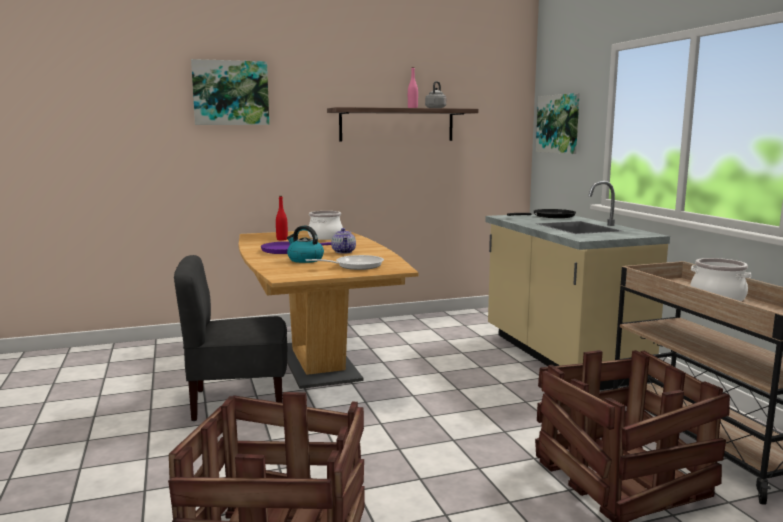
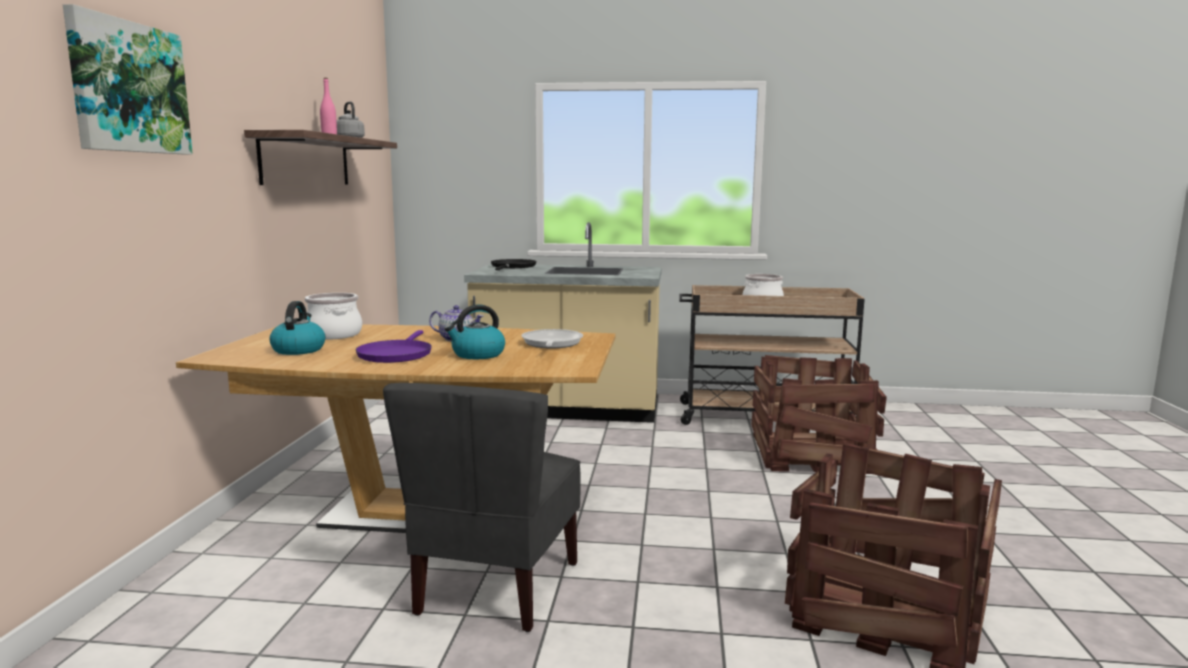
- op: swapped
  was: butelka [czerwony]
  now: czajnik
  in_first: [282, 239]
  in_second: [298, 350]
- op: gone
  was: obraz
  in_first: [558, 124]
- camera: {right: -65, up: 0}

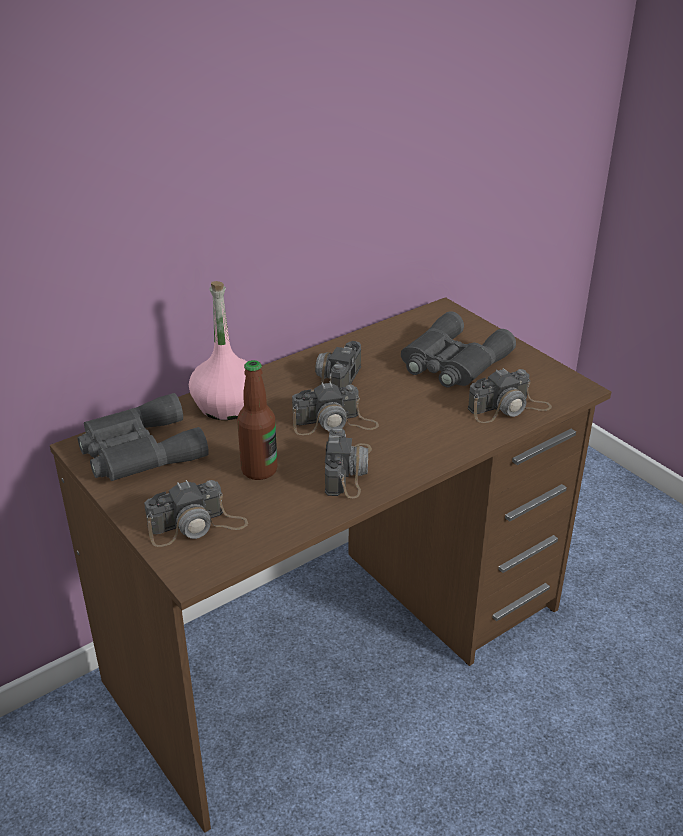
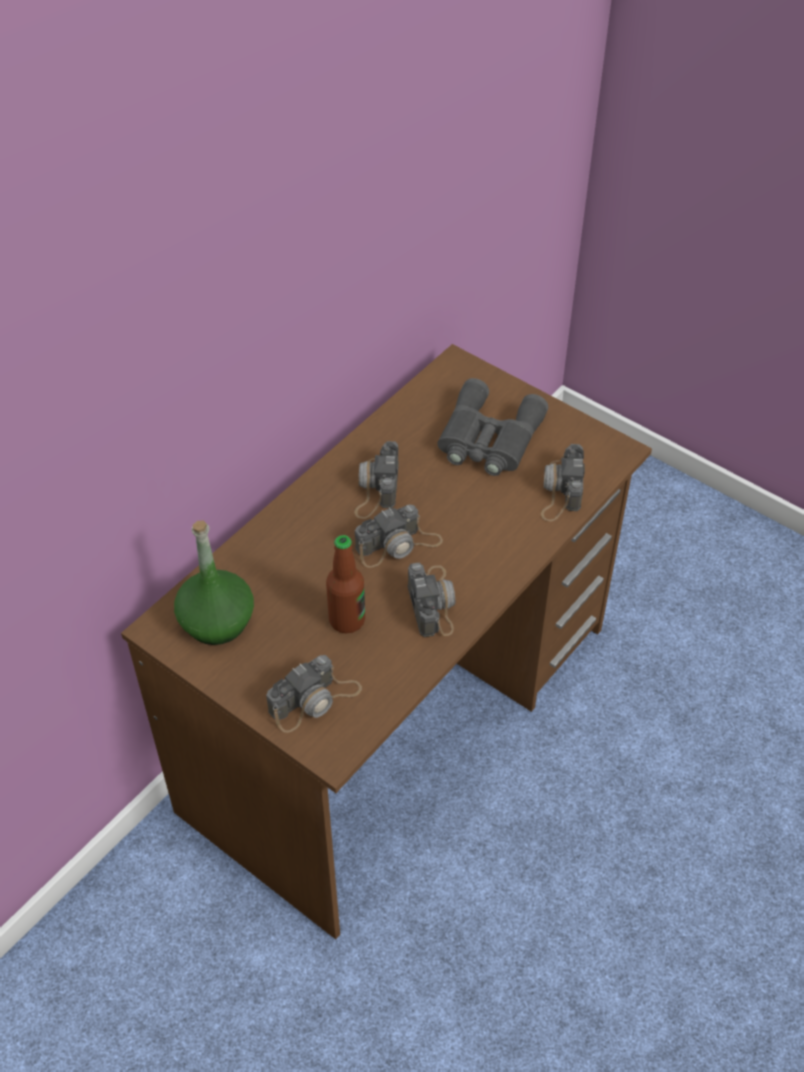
- op: swapped
  was: lornetka [szary]
  now: butelka [zielony]
  in_first: [138, 451]
  in_second: [216, 621]
- op: rotated
  was: aparat fotograficzny
  in_first: [509, 408]
  in_second: [561, 490]
  clockwise: 135
- op: gone
  was: butelka [różowy]
  in_first: [227, 405]
- camera: {right: -15, up: 15}

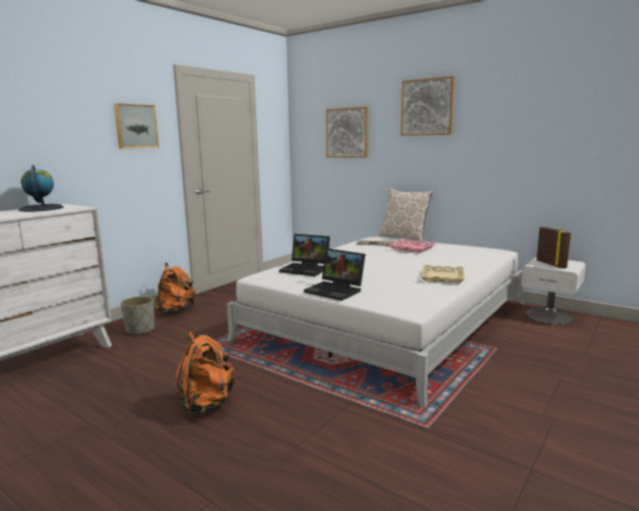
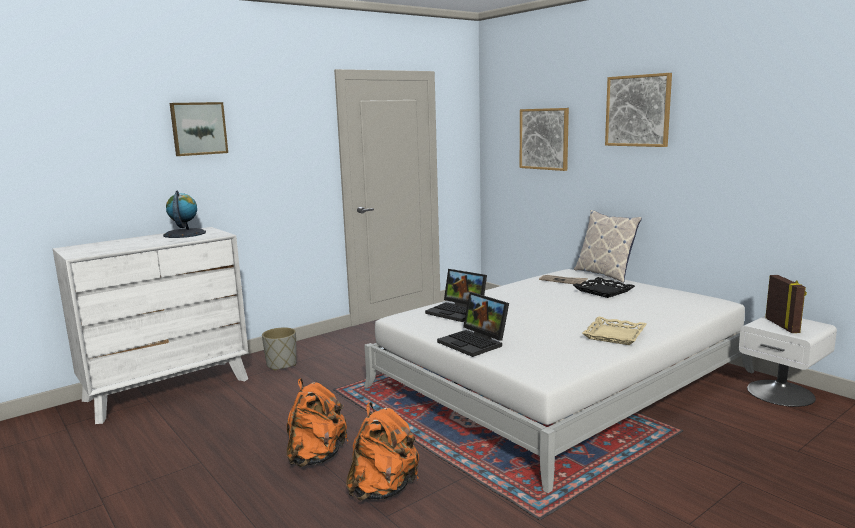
- op: shifted
  was: obraz
  in_first: [135, 126]
  in_second: [198, 128]
- op: shifted
  was: plecak [pomarańczowy]
  in_first: [176, 311]
  in_second: [383, 489]
- op: repainted
  was: taca [różowy]
  now: taca [czarny]
  in_first: [412, 248]
  in_second: [603, 291]
- camera: {right: 15, up: 0}

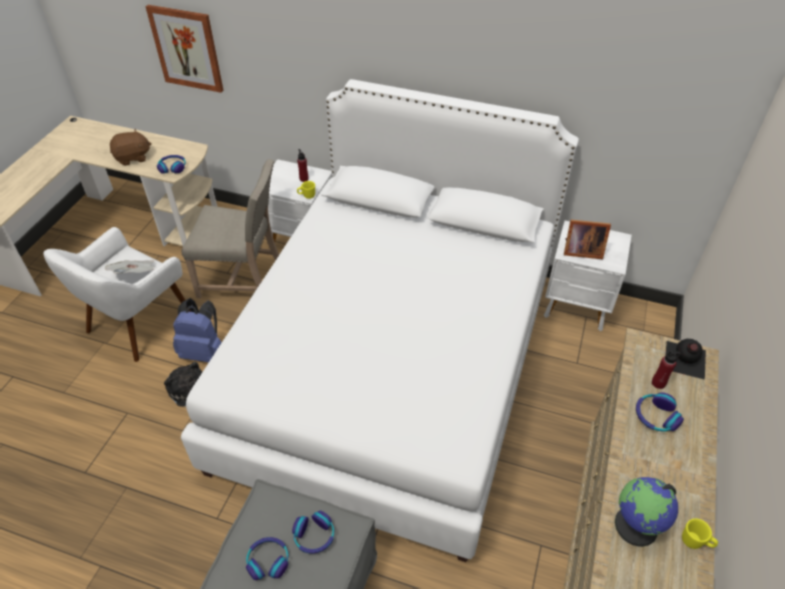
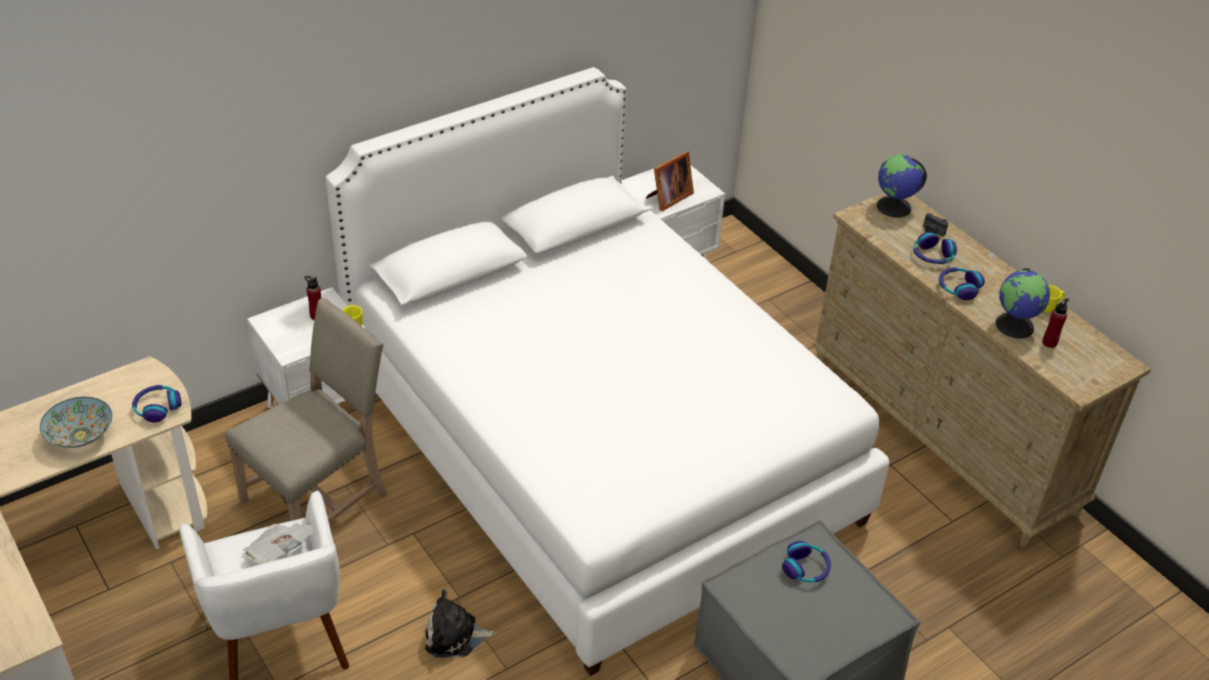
- op: swapped
  was: pluszak [brązowy]
  now: miska
  in_first: [133, 158]
  in_second: [80, 436]
- op: swapped
  was: butelka [czarny]
  now: globus
  in_first: [684, 360]
  in_second: [894, 207]
- op: new
  now: aparat fotograficzny
  in_second: [932, 232]
- op: shifted
  was: słuchawki
  in_first: [268, 561]
  in_second: [958, 288]
- op: shifted
  was: butelka [czerwony]
  in_first: [658, 383]
  in_second: [1049, 342]
- op: gone
  was: obraz
  in_first: [187, 48]
- op: gone
  was: plecak [niebieski]
  in_first: [204, 351]
- camera: {right: -55, up: -5}

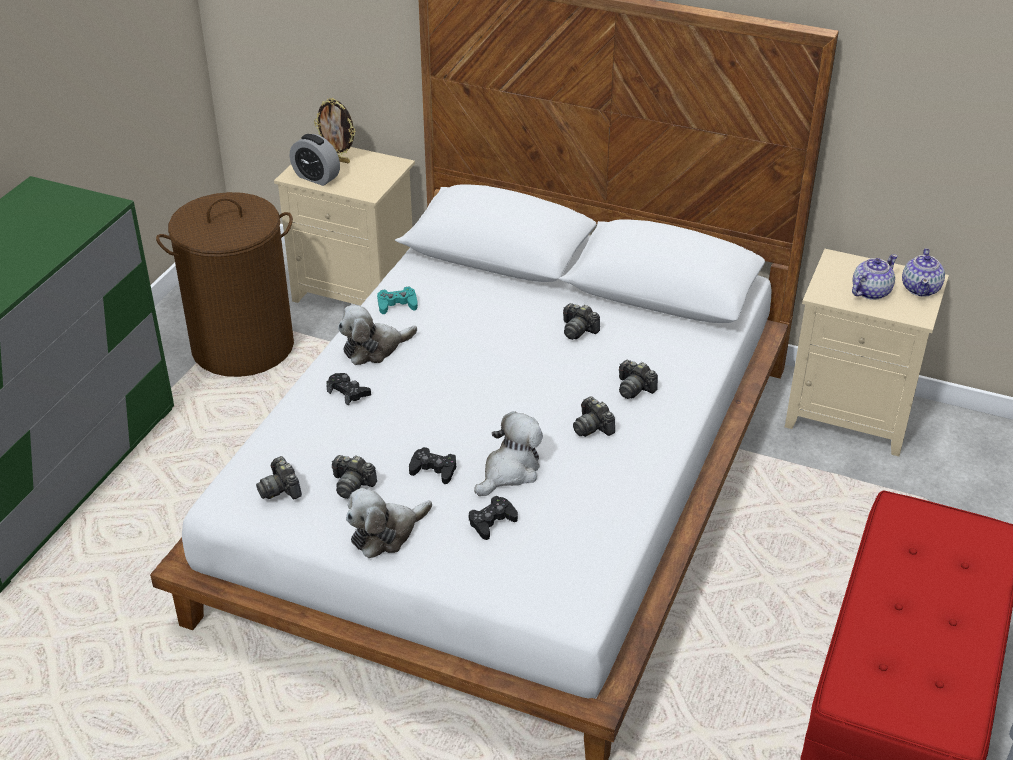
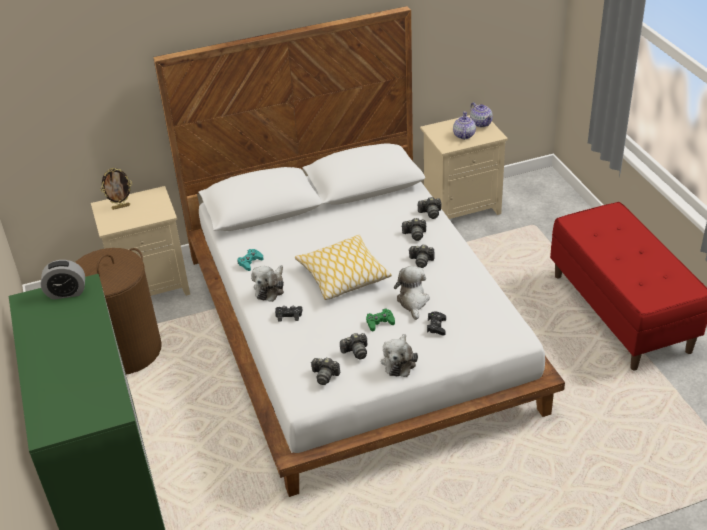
- op: shifted
  was: budzik
  in_first: [316, 177]
  in_second: [66, 293]
- op: new
  now: poduszka
  in_second: [343, 276]
- op: repainted
  was: pad do gier [czarny]
  now: pad do gier [zielony]
  in_first: [433, 470]
  in_second: [380, 322]
- op: shifted
  was: aparat fotograficzny
  in_first: [578, 330]
  in_second: [430, 213]
- camera: {right: -40, up: 0}

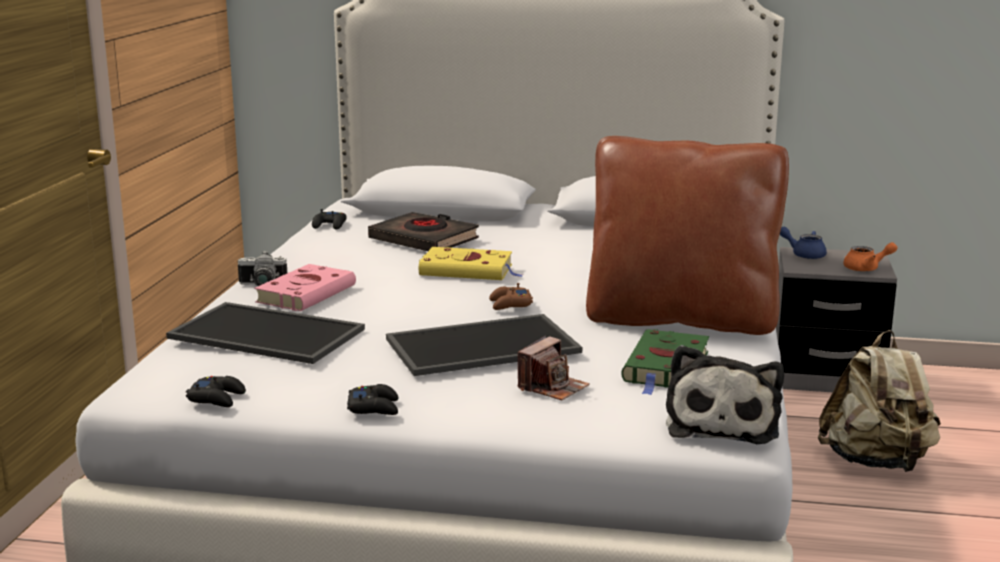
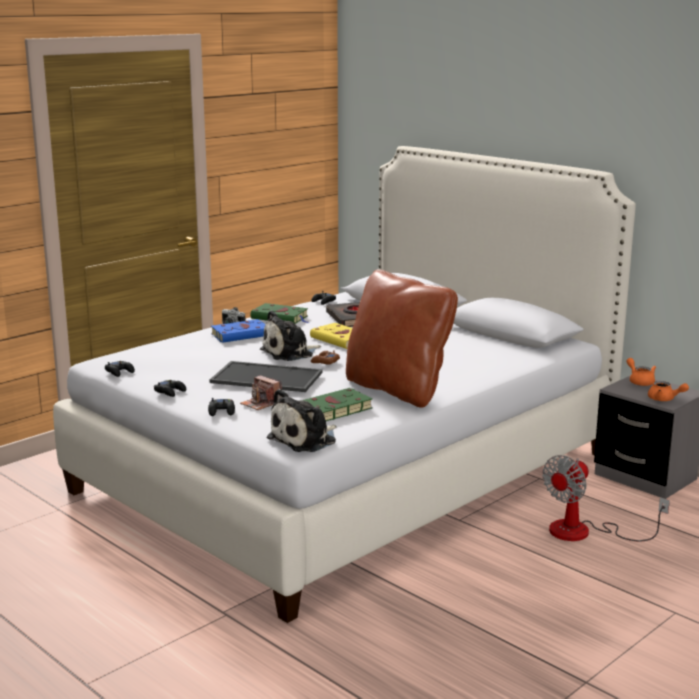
- op: new
  now: pad do gier [czarny]
  in_second: [222, 411]
- op: repainted
  was: książka [różowy]
  now: książka [niebieski]
  in_first: [307, 293]
  in_second: [242, 335]
- op: rotated
  was: aparat fotograficzny
  in_first: [552, 387]
  in_second: [261, 404]
  clockwise: 60
- op: new
  now: książka [zielony]
  in_second: [281, 318]
- op: new
  now: pluszak
  in_second: [290, 353]
- op: swapped
  was: plecak [beżowy]
  now: wentylator
  in_first: [876, 462]
  in_second: [584, 532]
- op: repainted
  was: imbryk [niebieski]
  now: imbryk [pomarańczowy]
  in_first: [804, 254]
  in_second: [640, 381]
- op: gone
  was: taca
  in_first: [269, 333]
- camera: {right: 35, up: 0}

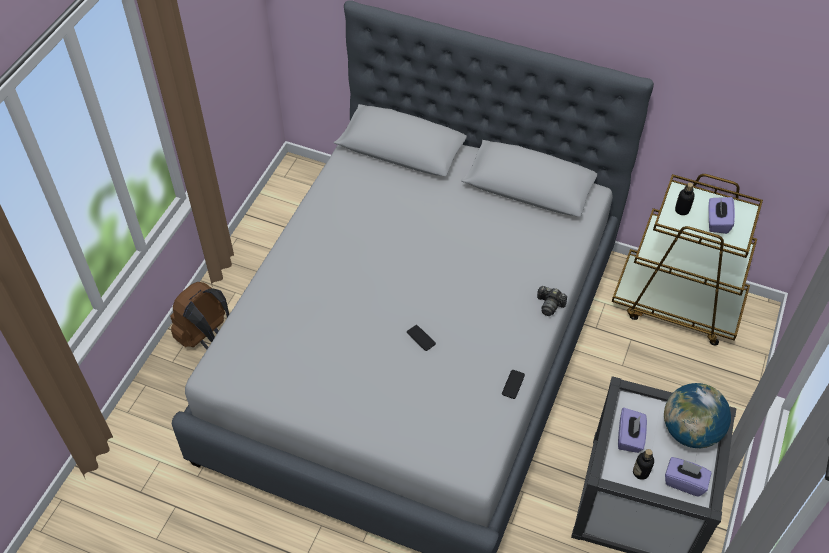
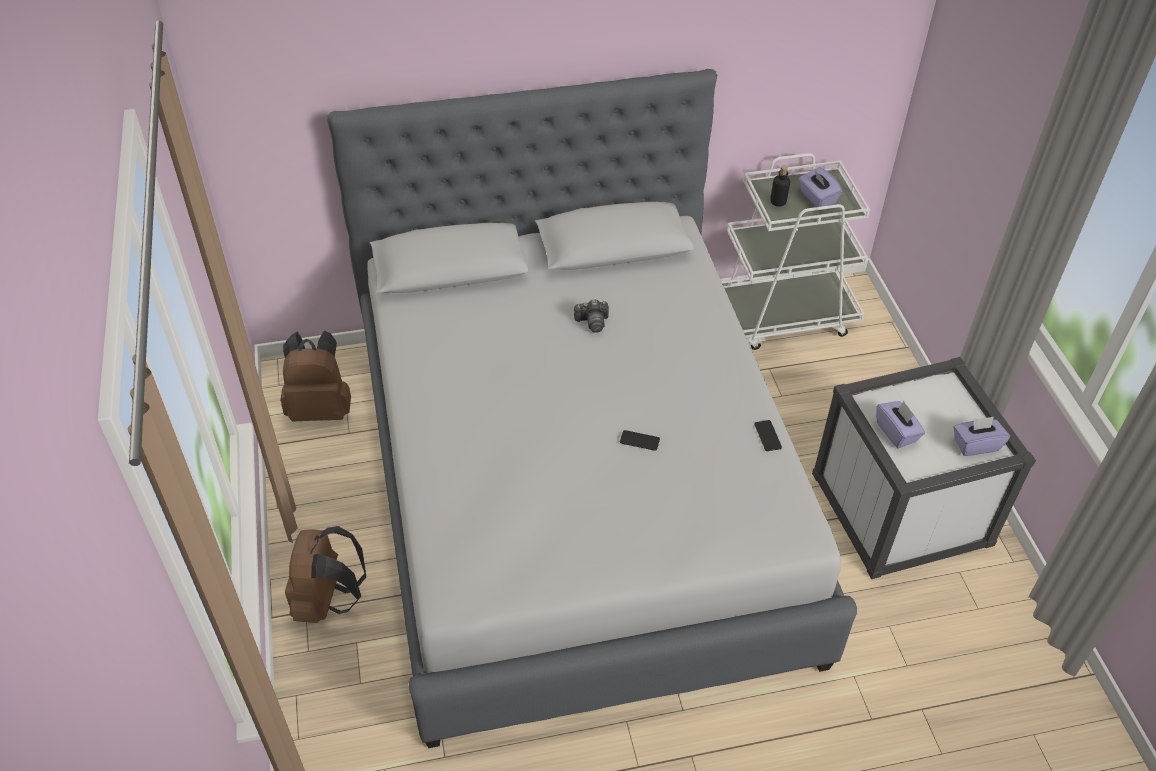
- op: new
  now: plecak [brązowy]
  in_second: [321, 408]
- op: shifted
  was: aparat fotograficzny
  in_first: [549, 305]
  in_second: [592, 322]
- op: repainted
  was: wózek [brązowy]
  now: wózek [biały]
  in_first: [677, 304]
  in_second: [782, 316]
- op: gone
  was: butelka
  in_first: [640, 472]
- op: gone
  was: globus
  in_first: [690, 431]
- camera: {right: -35, up: -5}

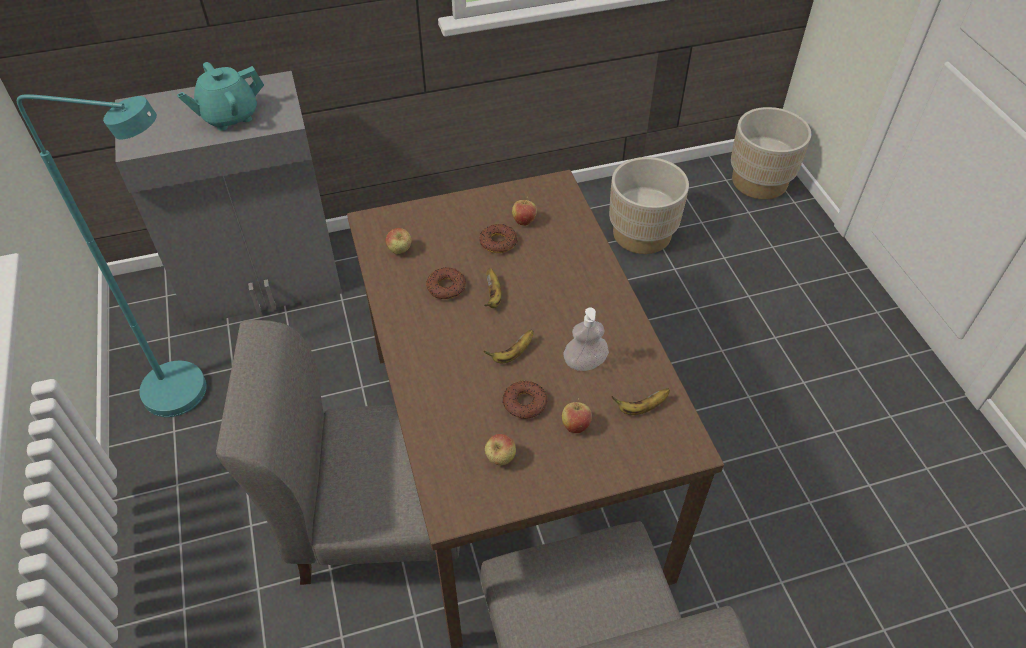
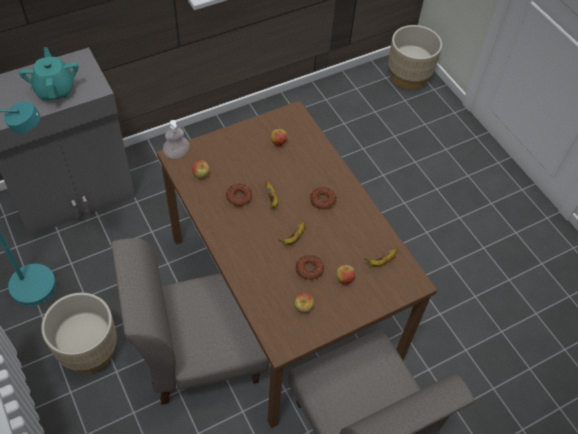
- op: rotated
  was: imbryk [turkusowy]
  in_first: [229, 116]
  in_second: [55, 89]
  clockwise: 120
- op: shifted
  was: donica [beżowy]
  in_first: [642, 234]
  in_second: [89, 350]
- op: shifted
  was: dozownik mydła
  in_first: [585, 363]
  in_second: [177, 154]
- op: shifted
  was: donut
  in_first: [498, 242]
  in_second: [323, 200]
- camera: {right: -15, up: 5}

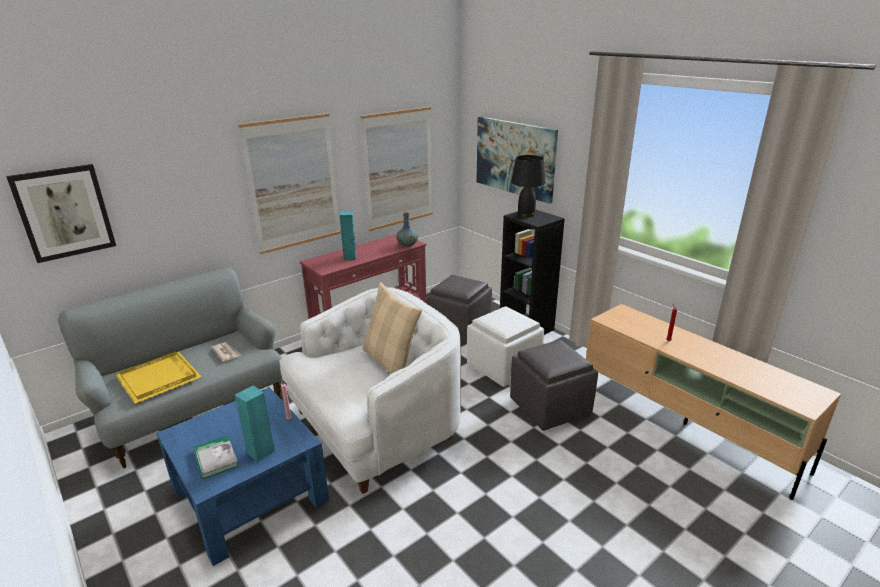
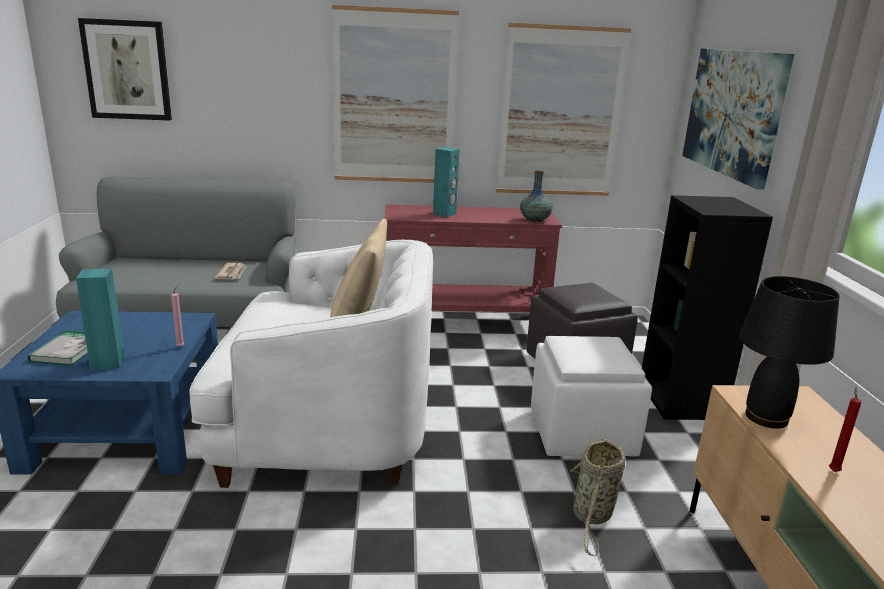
- op: swapped
  was: pufa [szary]
  now: koszyk
  in_first: [551, 407]
  in_second: [592, 516]
- op: shifted
  was: lampa stołowa [czarny]
  in_first: [525, 214]
  in_second: [765, 417]
- op: gone
  was: taca [żółty]
  in_first: [160, 377]
- camera: {right: 35, up: -5}

